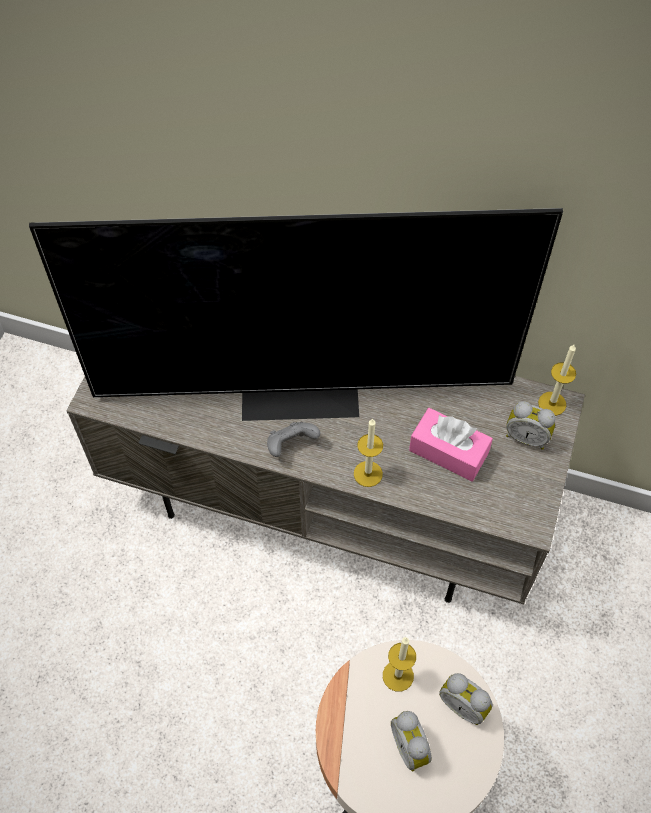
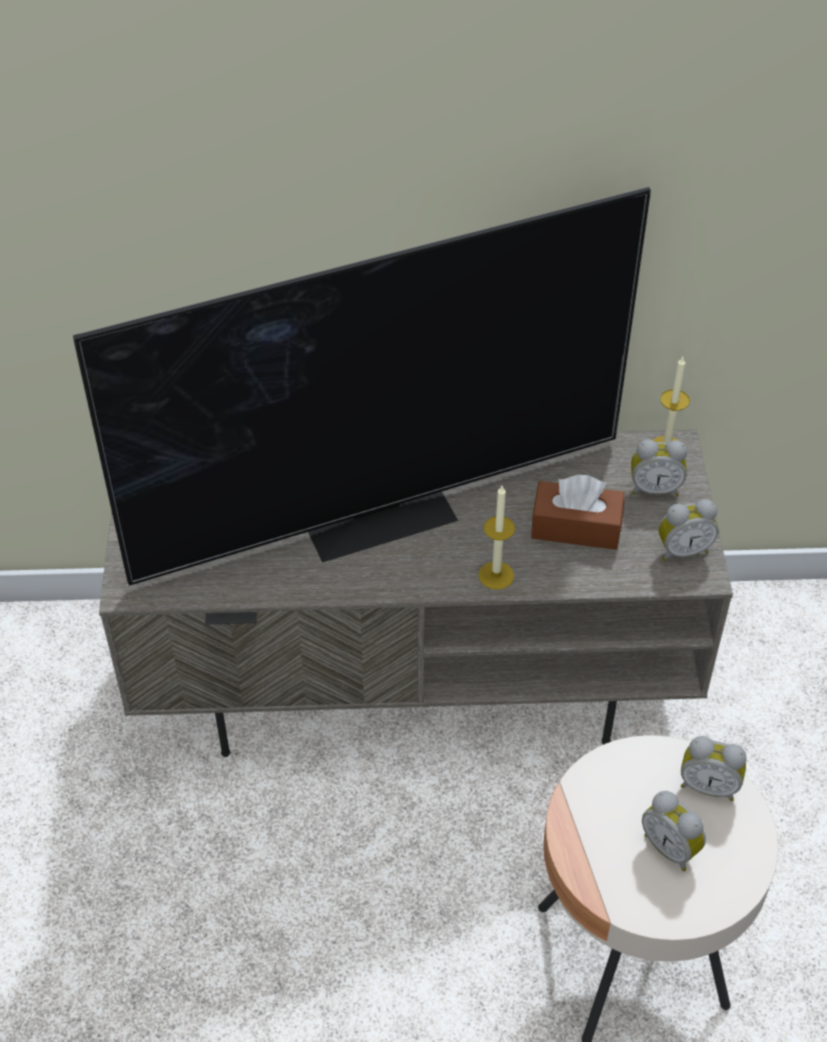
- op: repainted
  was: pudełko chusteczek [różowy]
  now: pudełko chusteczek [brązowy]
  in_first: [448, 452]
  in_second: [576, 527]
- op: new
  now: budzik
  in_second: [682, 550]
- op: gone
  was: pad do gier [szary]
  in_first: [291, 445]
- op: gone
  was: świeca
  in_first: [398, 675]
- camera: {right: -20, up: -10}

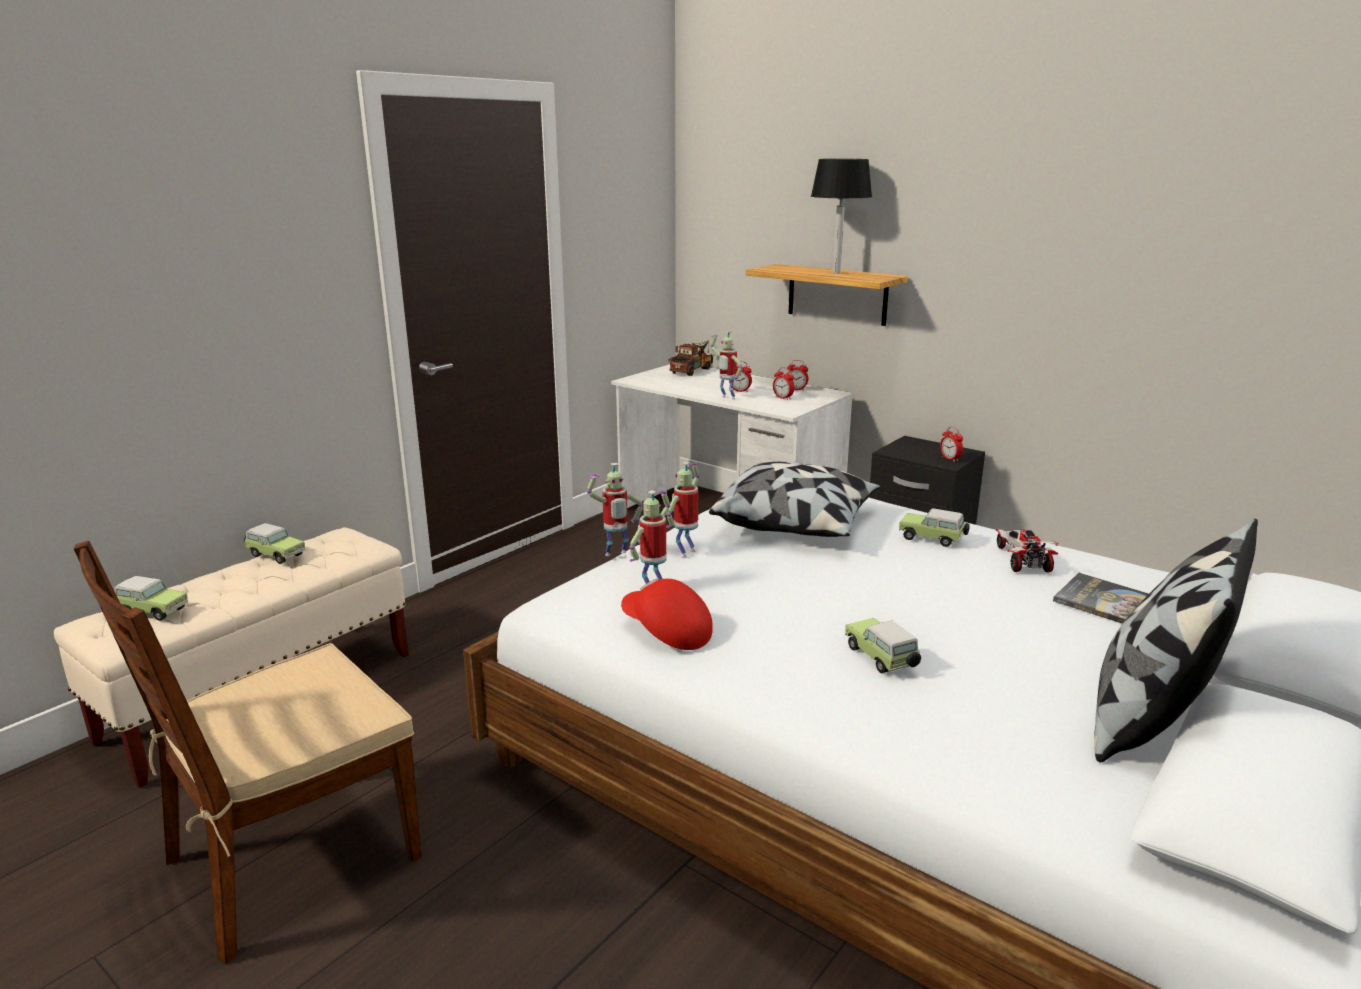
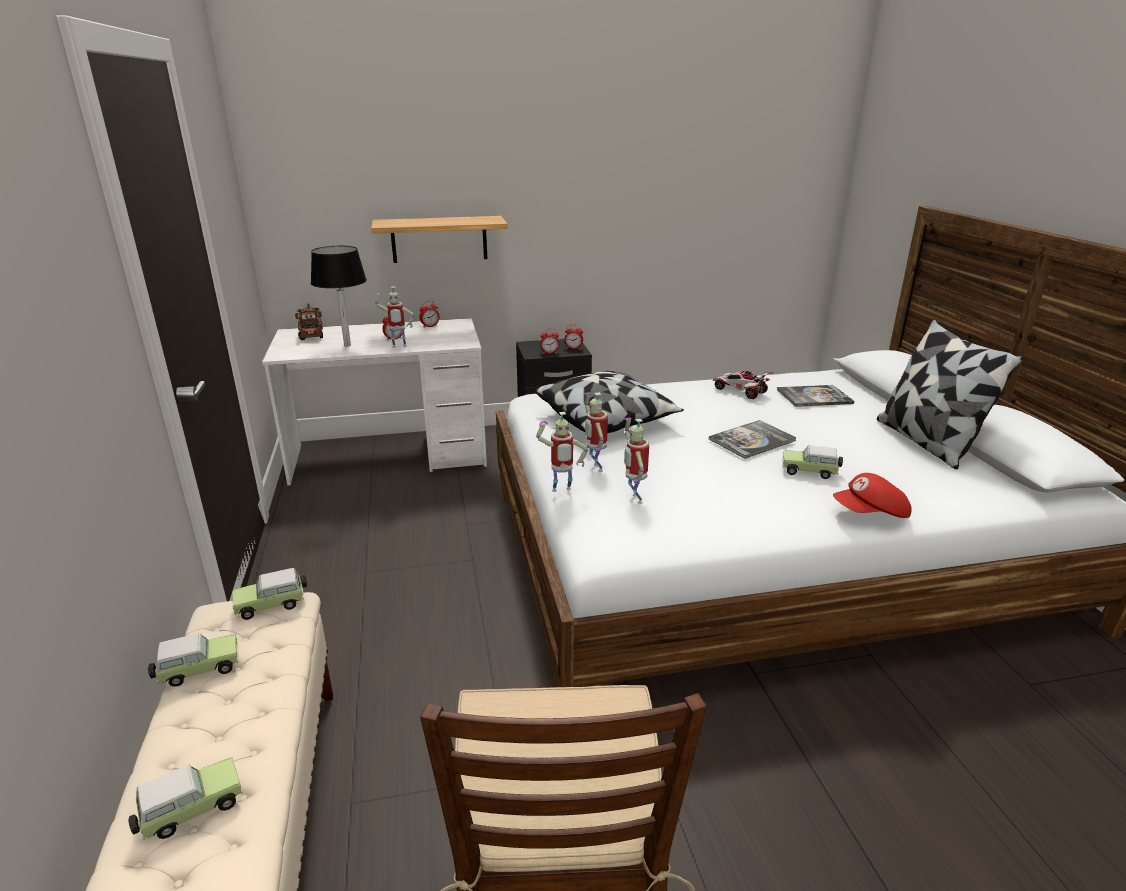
- op: shifted
  was: samochodzik
  in_first: [933, 539]
  in_second: [273, 605]
- op: shifted
  was: lampa stołowa [czarny]
  in_first: [836, 273]
  in_second: [347, 345]
- op: rotated
  was: robot zabawkowy
  in_first: [616, 555]
  in_second: [561, 491]
  clockwise: 60
- op: shifted
  was: budzik
  in_first: [783, 398]
  in_second: [549, 353]
- op: new
  now: książka
  in_second: [752, 440]
- op: shifted
  was: czapka z daszkiem [czerwony]
  in_first: [666, 632]
  in_second: [870, 514]
- camera: {right: -50, up: 5}

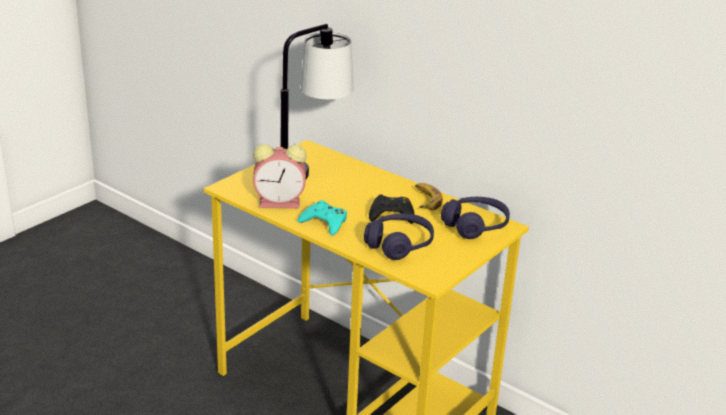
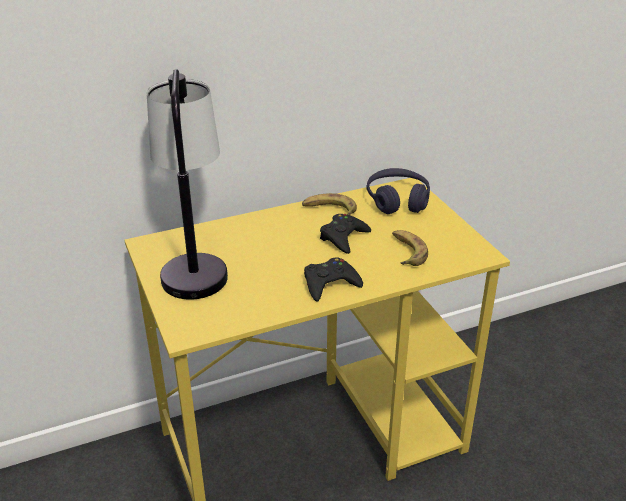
- op: repainted
  was: pad do gier [turkusowy]
  now: pad do gier [czarny]
  in_first: [324, 222]
  in_second: [330, 284]
- op: swapped
  was: słuchawki [fioletowy]
  now: banan
  in_first: [399, 245]
  in_second: [406, 252]
- op: gone
  was: budzik
  in_first: [281, 202]
- camera: {right: -60, up: 5}

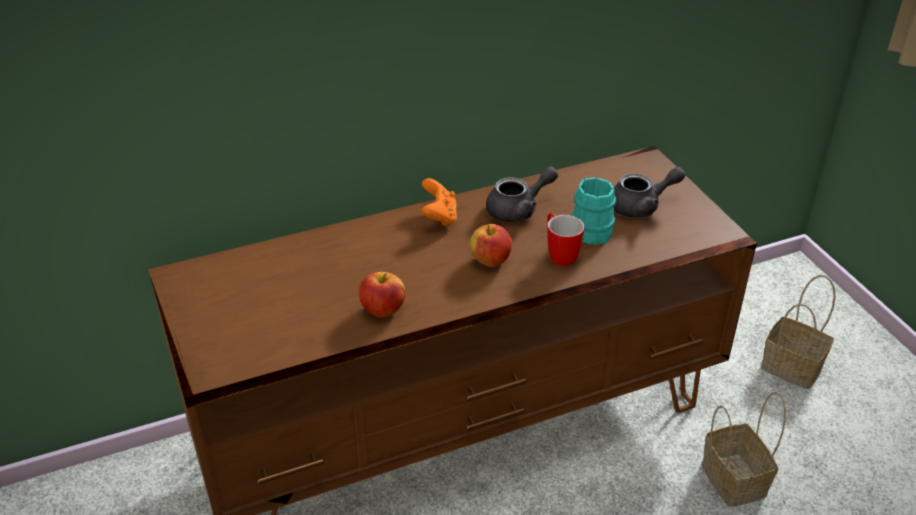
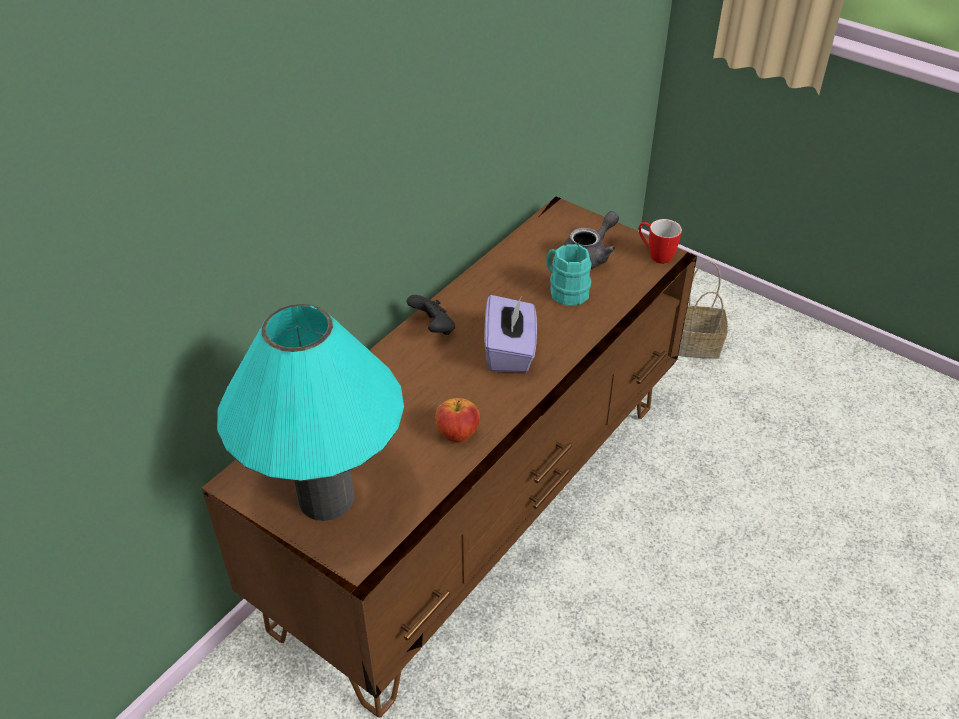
- op: new
  now: lampa stołowa [turkusowy]
  in_second: [326, 498]
- op: repainted
  was: pad do gier [pomarańczowy]
  now: pad do gier [czarny]
  in_first: [439, 217]
  in_second: [433, 328]
- op: swapped
  was: jabłko
  now: pudełko chusteczek [fioletowy]
  in_first: [490, 260]
  in_second: [510, 351]
- op: shifted
  was: kubek
  in_first: [559, 254]
  in_second: [655, 255]
- op: gone
  was: imbryk [szary]
  in_first: [519, 209]
- op: gone
  was: koszyk
  in_first: [731, 478]
- camera: {right: -30, up: 5}

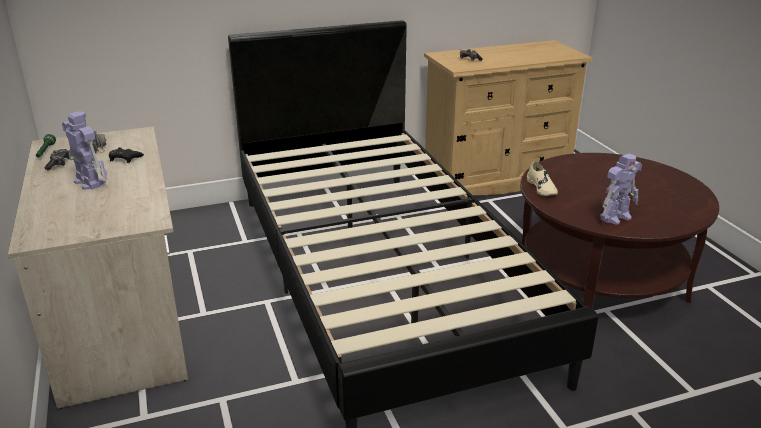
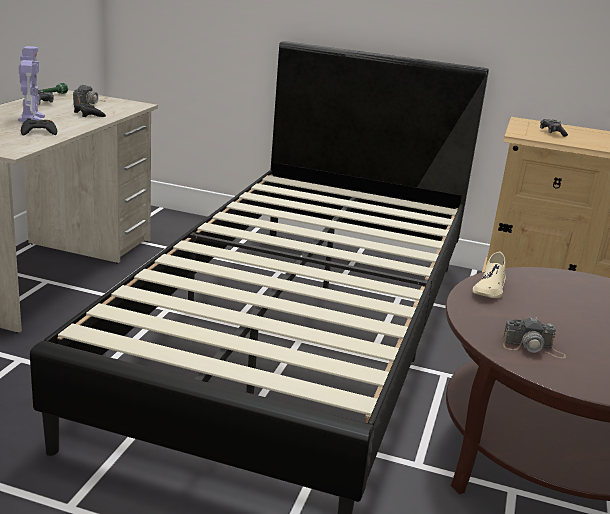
- op: new
  now: pad do gier [czarny]
  in_second: [39, 132]
- op: swapped
  was: robot zabawkowy
  now: aparat fotograficzny
  in_first: [616, 217]
  in_second: [533, 348]
- camera: {right: 35, up: -5}

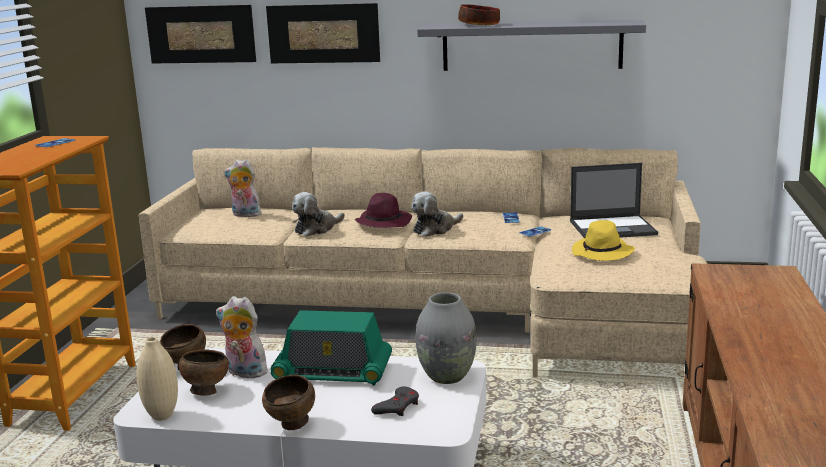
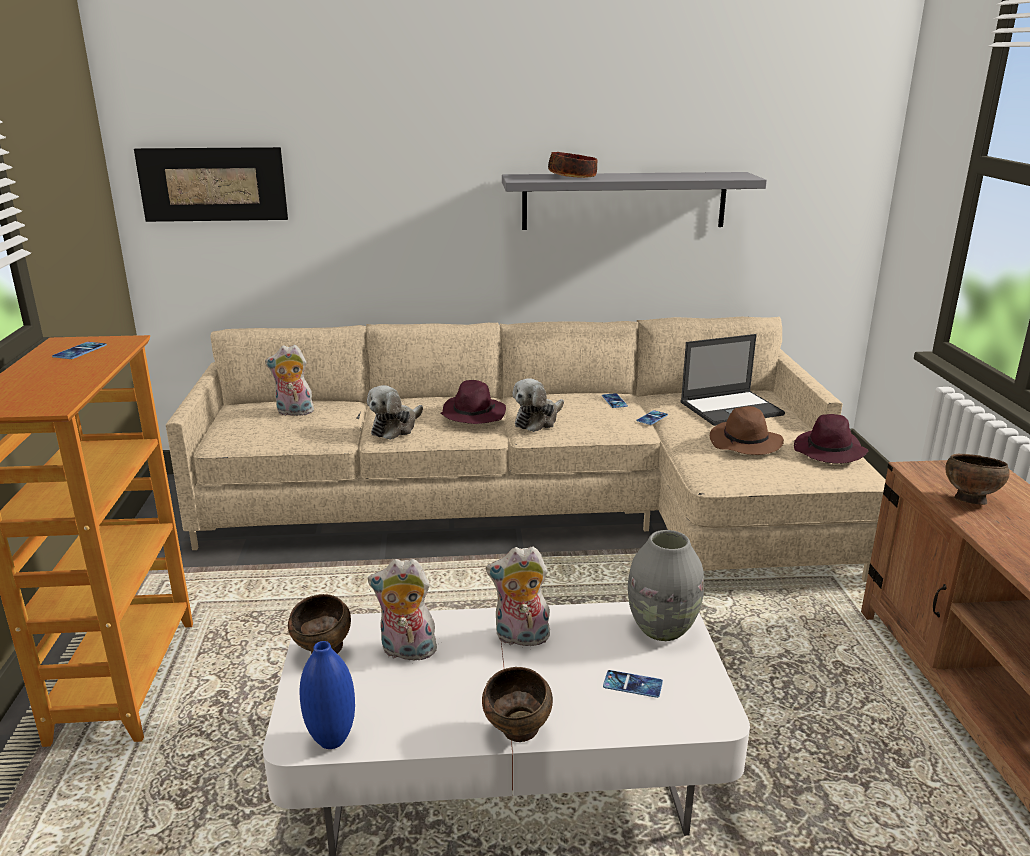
- op: repainted
  was: wazon [beżowy]
  now: wazon [niebieski]
  in_first: [162, 416]
  in_second: [332, 740]
- op: swapped
  was: radio
  now: pluszak
  in_first: [333, 372]
  in_second: [520, 638]
- op: swapped
  was: pad do gier [szary]
  now: telefon
  in_first: [397, 407]
  in_second: [632, 684]
- op: repainted
  was: kapelusz [żółty]
  now: kapelusz [brązowy]
  in_first: [603, 253]
  in_second: [745, 443]
- op: new
  now: kapelusz [fioletowy]
  in_second: [829, 452]
- op: shifted
  was: miska [brązowy]
  in_first: [206, 391]
  in_second: [968, 501]
- op: gone
  was: obraz
  in_first: [323, 33]
- camera: {right: -15, up: 5}

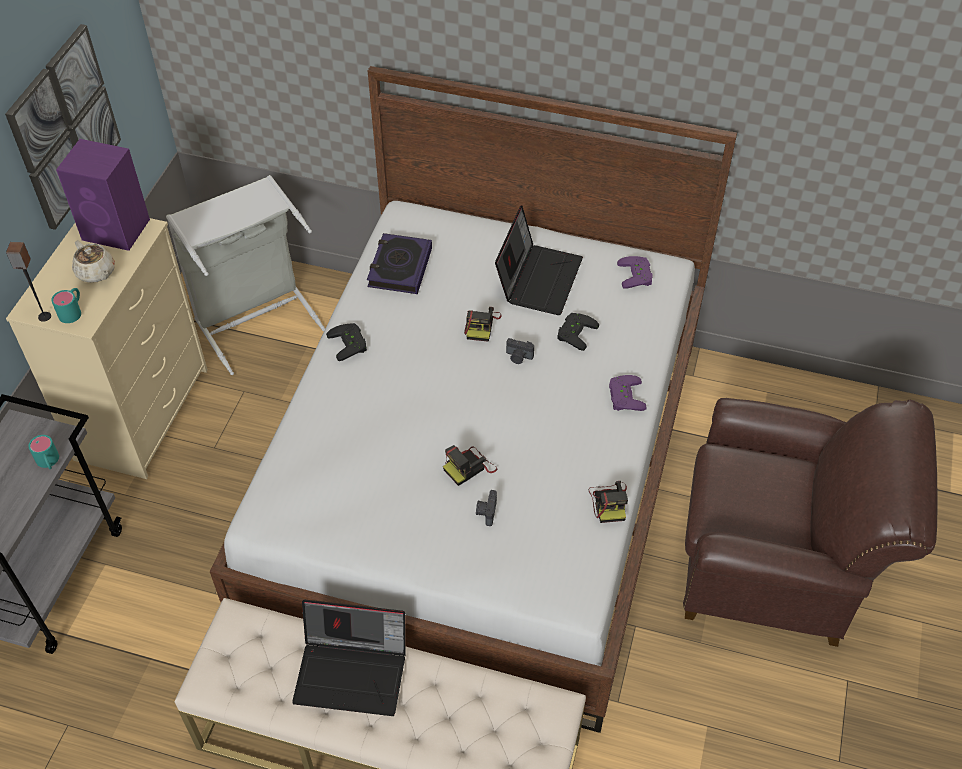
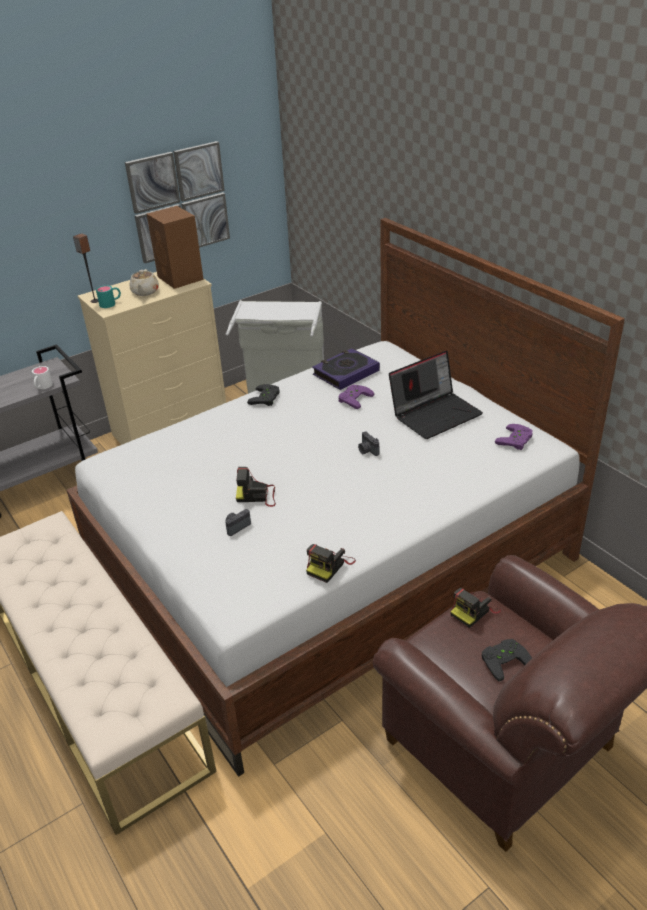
- op: repainted
  was: kubek [turkusowy]
  now: kubek [biały]
  in_first: [48, 462]
  in_second: [42, 387]
- op: repainted
  was: głośnik [fioletowy]
  now: głośnik [brązowy]
  in_first: [117, 230]
  in_second: [181, 278]
- op: shifted
  was: pad do gier [fioletowy]
  in_first: [623, 396]
  in_second: [353, 398]
- op: shifted
  was: aparat fotograficzny
  in_first: [481, 325]
  in_second: [474, 611]
- op: shifted
  was: pad do gier [czarny]
  in_first: [574, 332]
  in_second: [503, 659]
- op: gone
  was: laptop
  in_first: [353, 672]
- camera: {right: 40, up: -15}

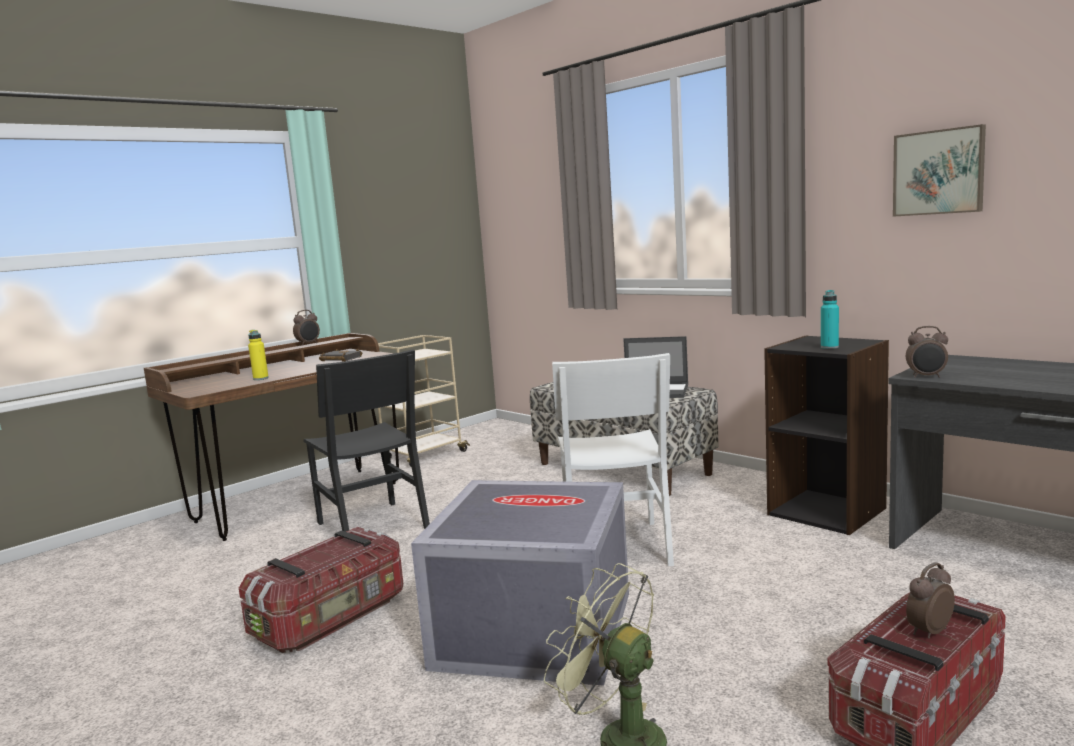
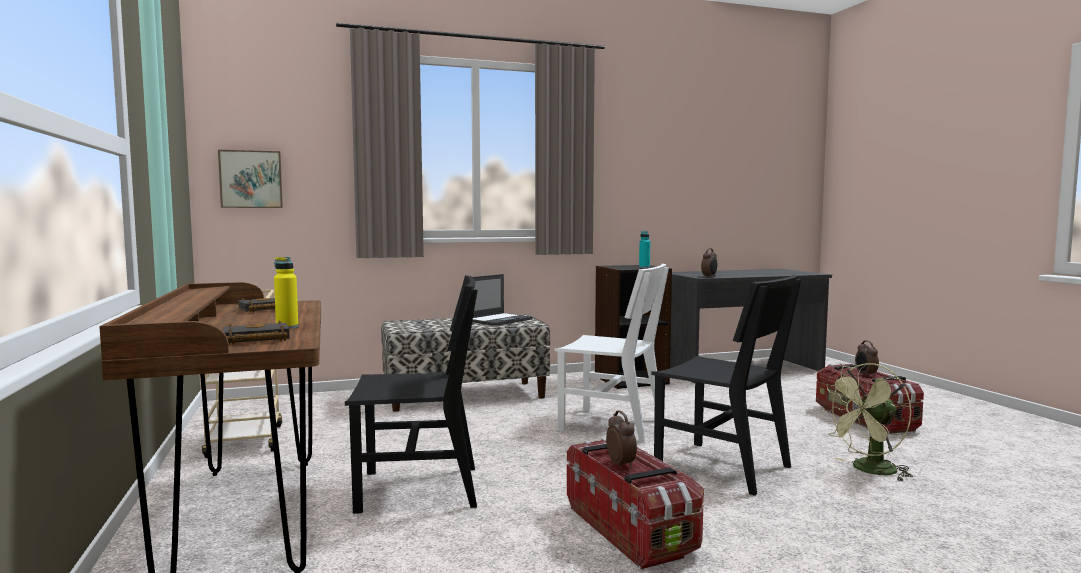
- op: shifted
  was: obraz
  in_first: [939, 172]
  in_second: [251, 179]
- op: new
  now: książka [czarny]
  in_second: [254, 340]
- op: shifted
  was: budzik
  in_first: [308, 344]
  in_second: [621, 464]
- op: swapped
  was: pojemnik do przechowywania [szary]
  now: krzesło [czarny]
  in_first: [531, 630]
  in_second: [722, 467]
- camera: {right: -65, up: -5}

